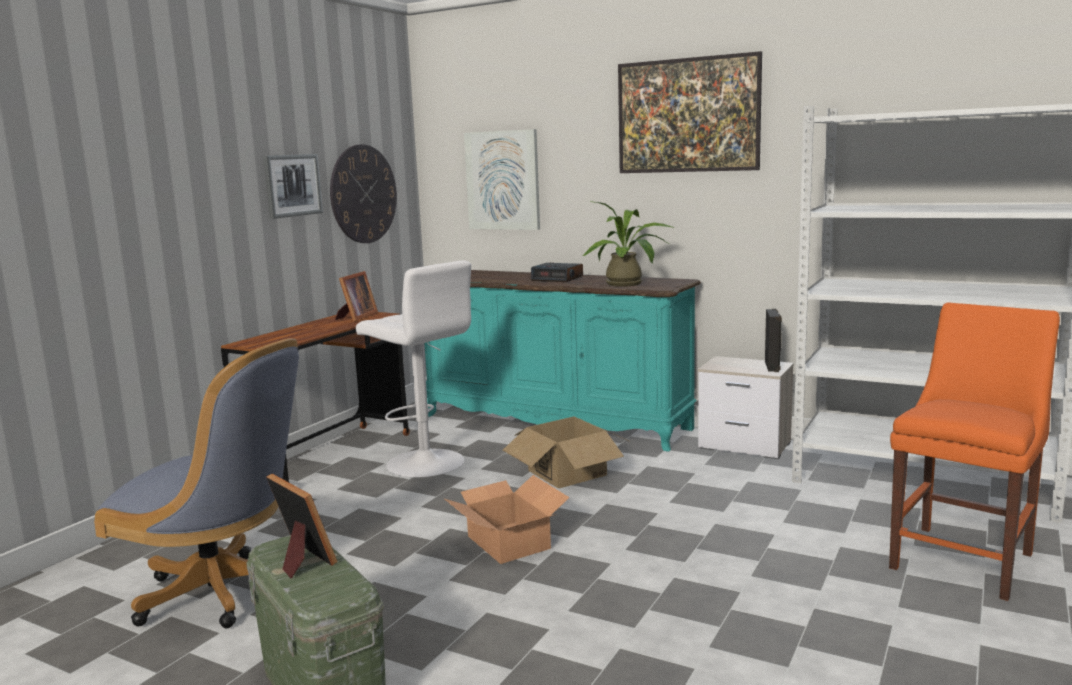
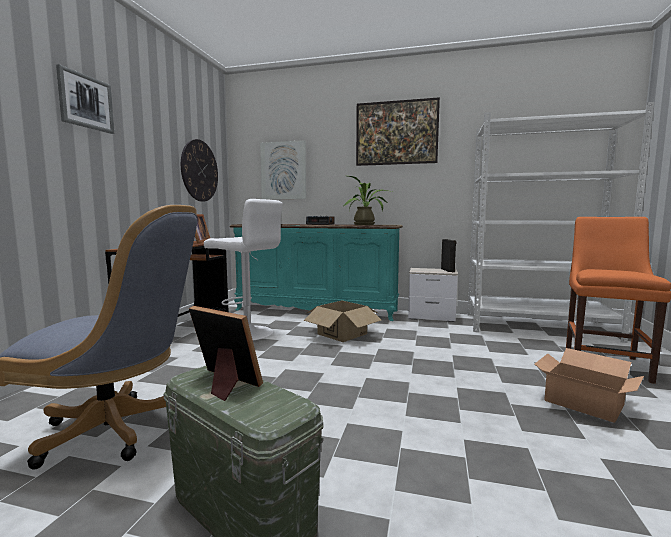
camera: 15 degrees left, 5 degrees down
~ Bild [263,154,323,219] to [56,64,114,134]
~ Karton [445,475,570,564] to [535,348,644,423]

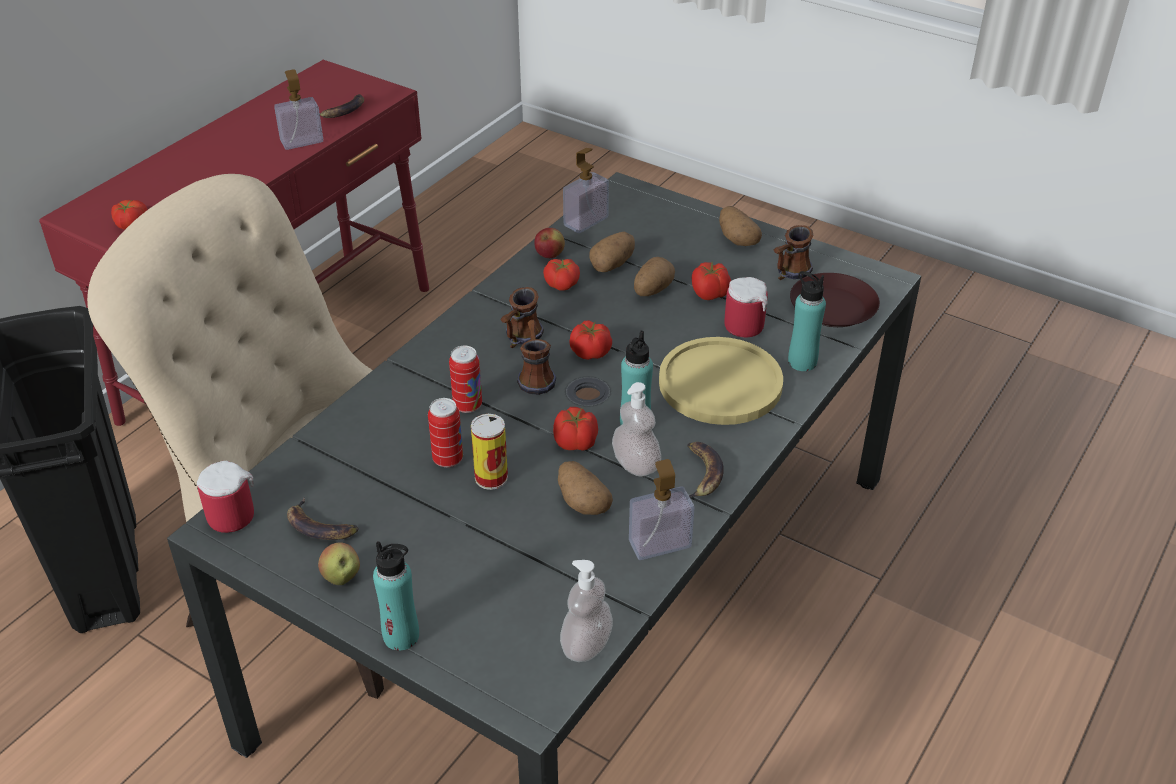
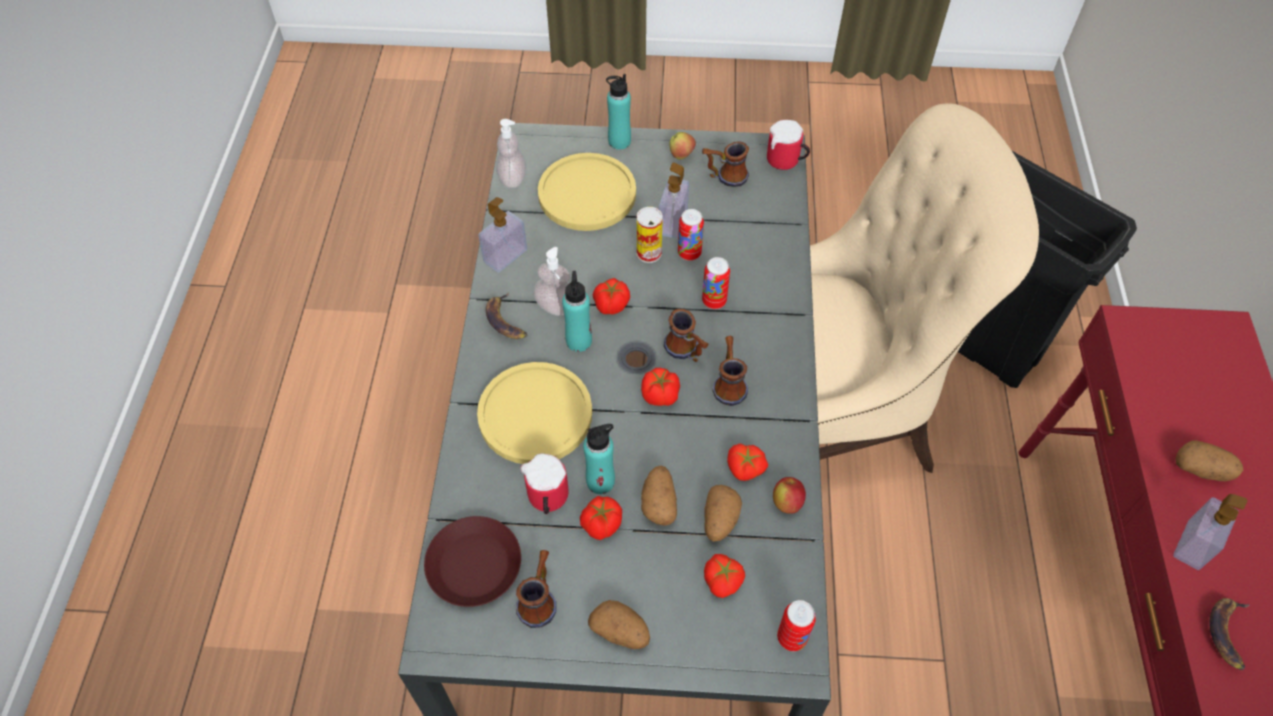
camera: 150 degrees right, 15 degrees up
+ Teller/gelb [538,153,636,231]
~ Flasche/türkis [788,271,826,371] to [583,424,615,494]
~ Seifenspender [563,148,609,233] to [659,162,689,239]
~ Banane [287,497,359,540] to Henkelbecher [702,141,749,187]
~ Tomate [111,200,147,230] to [704,554,745,598]
+ Dose [777,600,816,651]
~ Kartoffel [558,461,613,515] to [1176,440,1243,481]

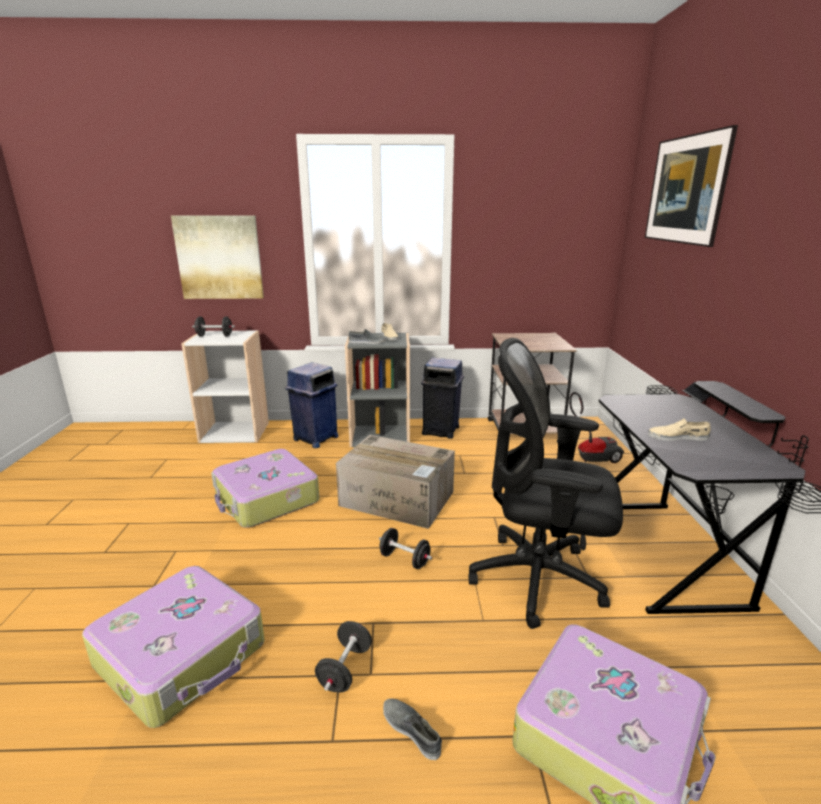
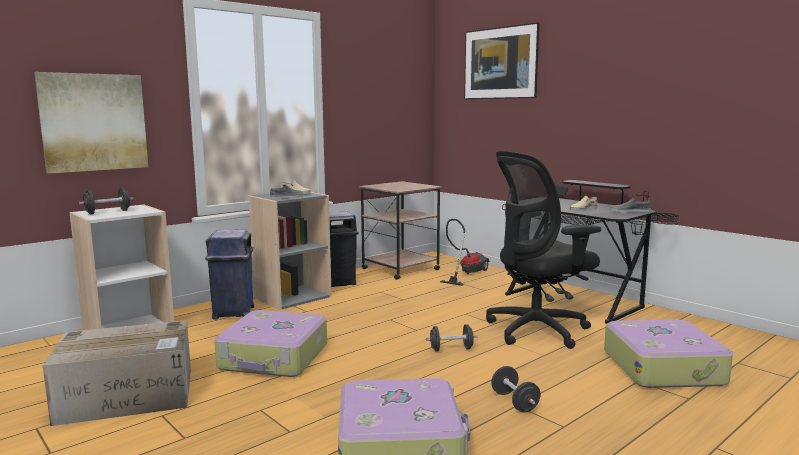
camera: 40 degrees left, 10 degrees down
~ Karton [336,435,455,529] to [43,320,191,426]
~ Schuh/grau [383,699,442,760] to [611,198,651,213]

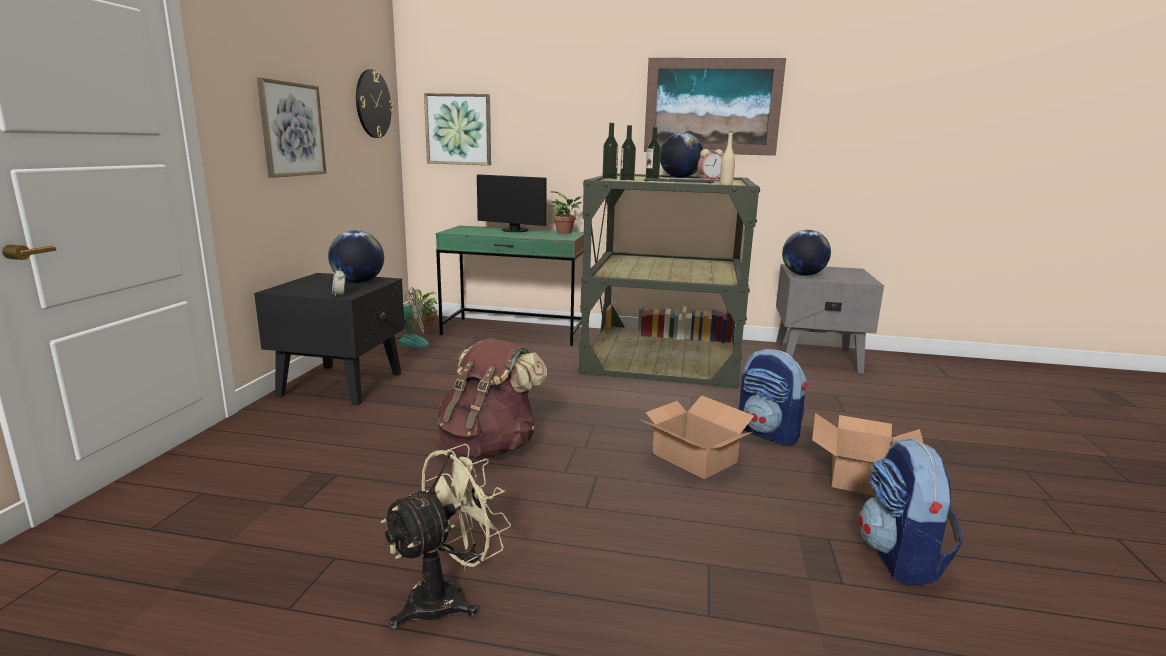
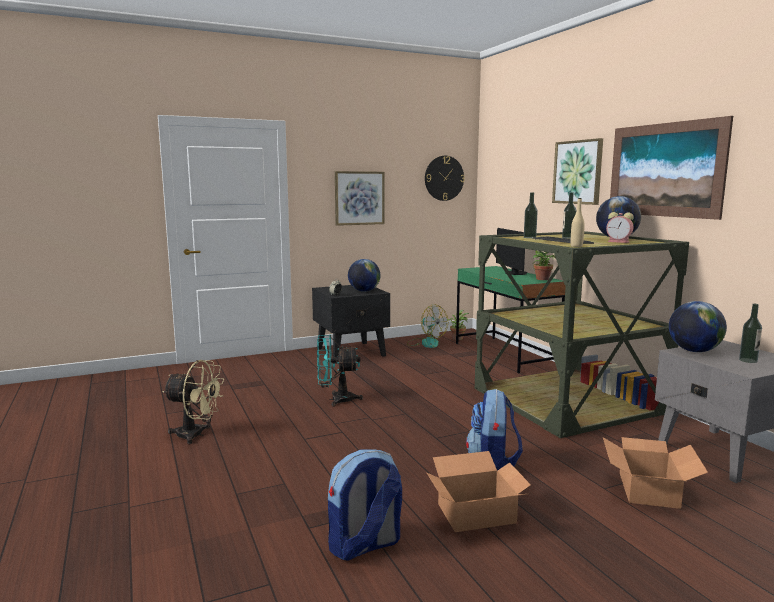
camera: 55 degrees right, 5 degrees down
~ Rucksack/braun [438,338,547,457] to Ventilator/türkis [317,334,363,407]
~ Bild [424,93,491,165] to [552,138,603,205]
~ Karton [641,395,754,479] to [603,437,708,509]
~ Flasche [602,123,618,180] to [739,304,762,363]

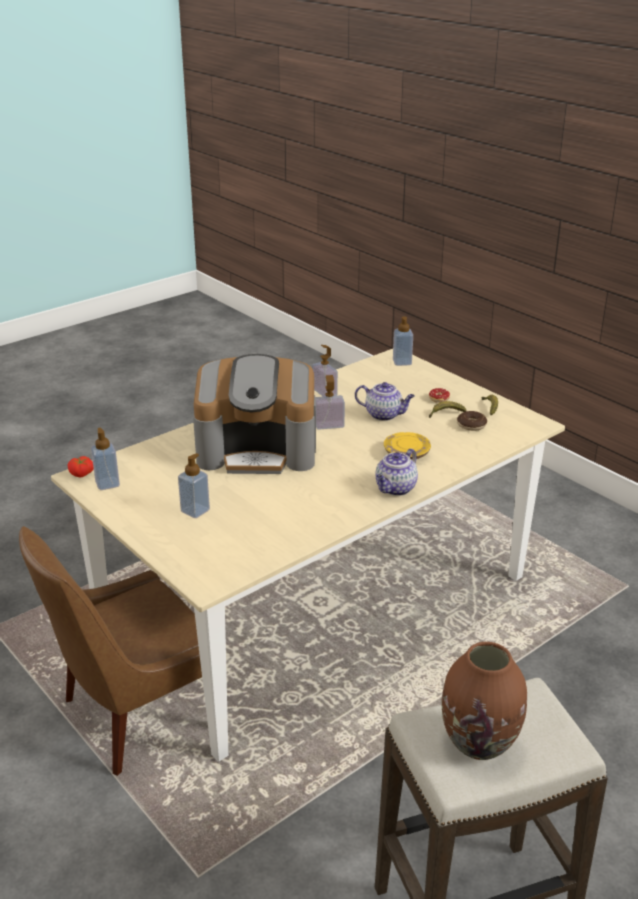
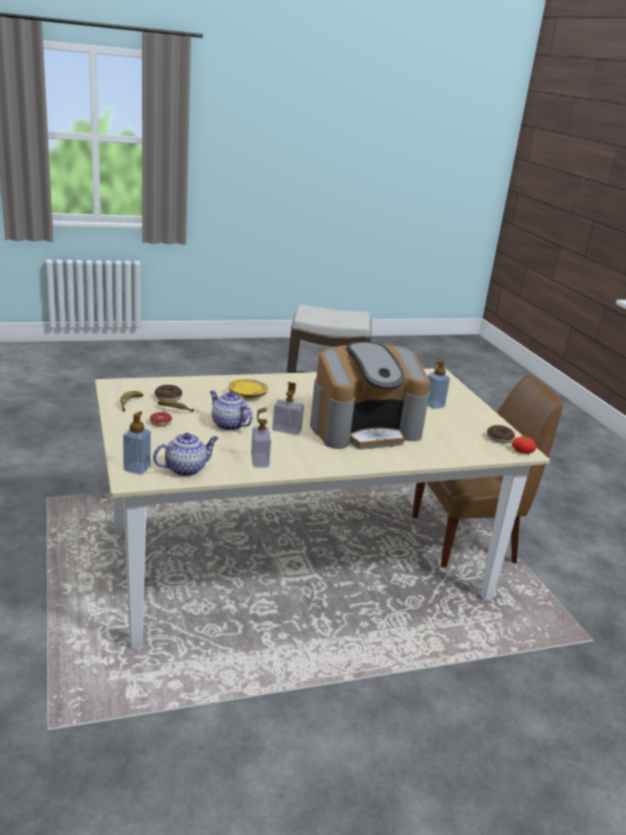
camera: 160 degrees left, 5 degrees down
~ Teekanne [376,448,418,496] to [153,433,218,476]
~ Kaffeemaschine [193,354,316,474] = [310,341,430,450] 135 degrees clockwise
~ Seifenspender [91,428,120,490] to Donut [487,425,515,443]
- Vase/braun [442,642,527,760]

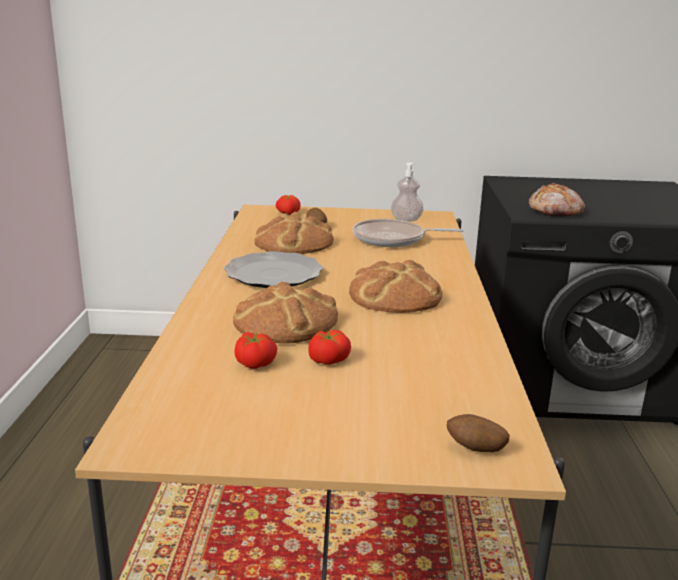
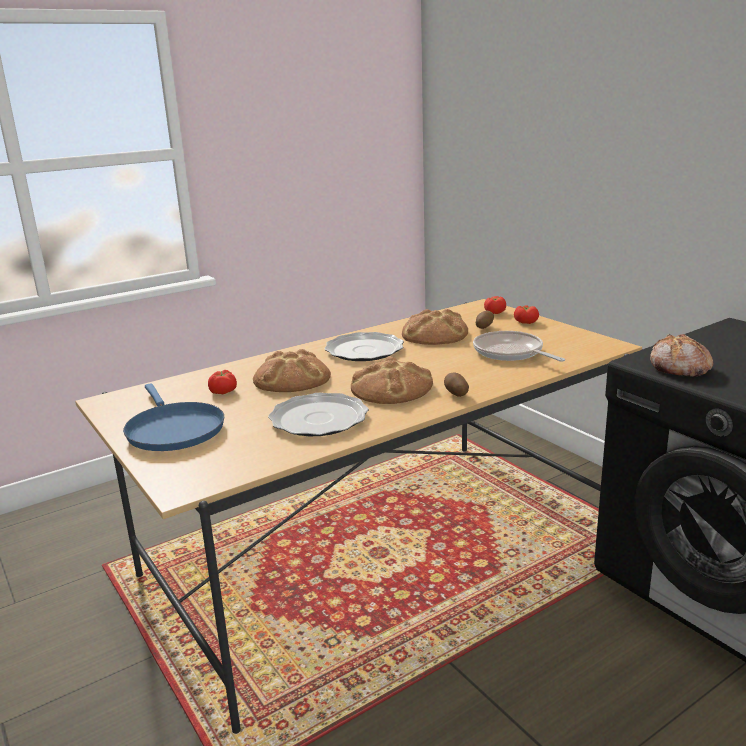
camera: 55 degrees right, 0 degrees up
+ Pfanne/blau [123,383,224,451]
+ Teller [268,393,369,436]
~ Kartoffel [447,414,510,452] to [444,373,469,397]
~ Tomate [308,330,351,365] to [514,305,539,324]
- Seifenspender [391,163,423,222]

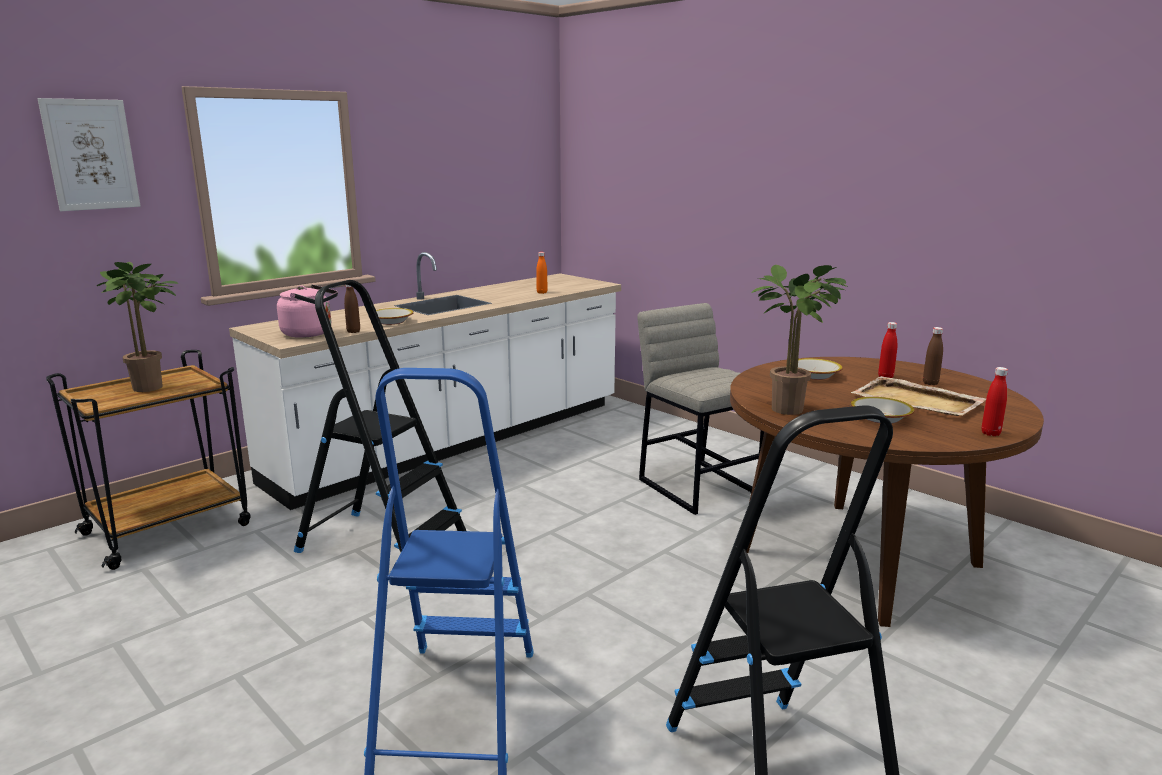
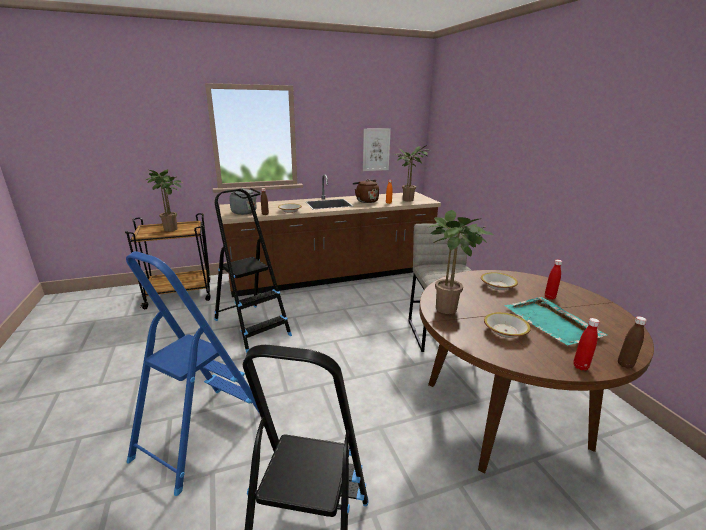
camera: 25 degrees right, 5 degrees up
~ Küchenzeile/weiß [229,252,621,510] to Küchenzeile/braun [219,174,441,297]
~ Wasserkessel/rosa [277,285,338,338] to Wasserkessel/grau [229,188,261,215]
+ Wasserkessel/braun [353,179,379,203]
~ Bild [37,98,141,211] to [363,128,391,171]
+ Topfpflanze [394,145,431,202]
~ Tablett/beige [851,376,986,416] to Tablett/türkis [504,297,607,346]
~ Flasche/braun [923,327,943,385] to [618,316,647,369]

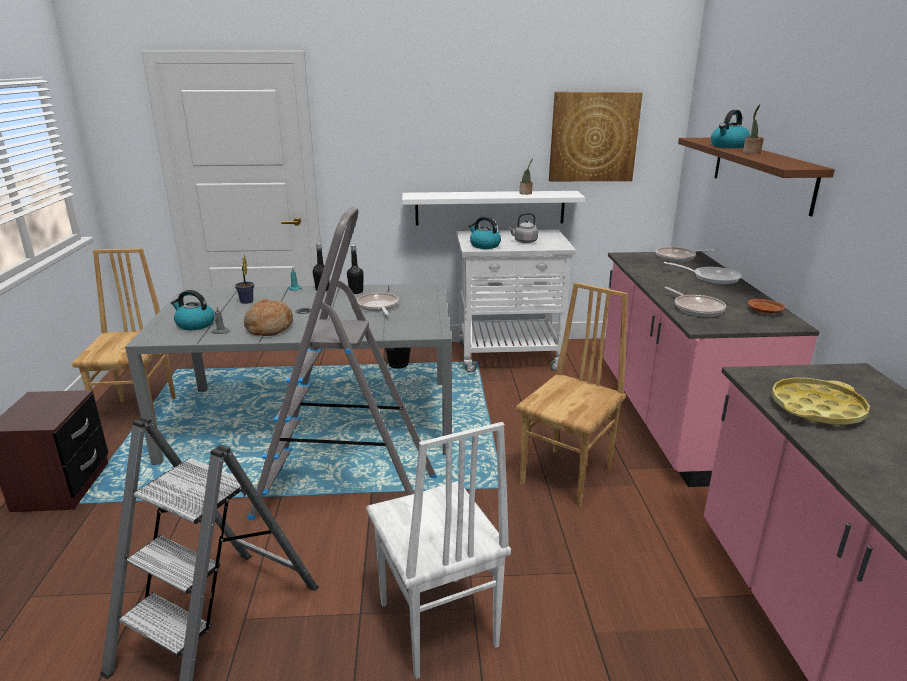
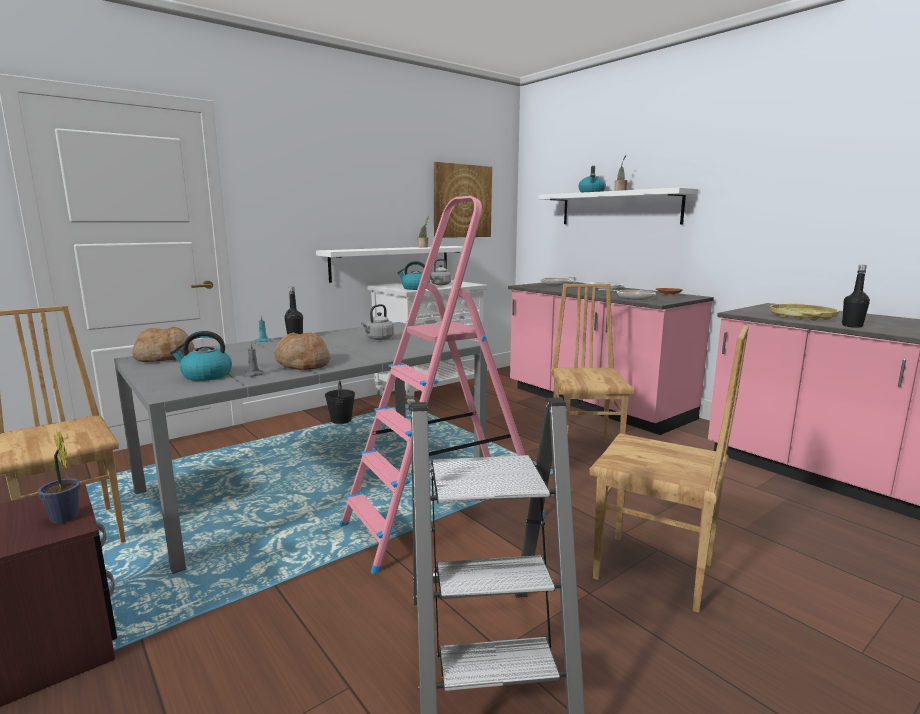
camera: 35 degrees left, 10 degrees down
~ Topfpflanze [235,255,254,304] to [37,430,80,524]
+ Brot [132,326,195,362]
~ Trittleiter/grau [248,206,437,520] to Trittleiter/rosa [340,196,546,574]
~ Pfanne [357,293,399,315] to Wasserkessel/grau [361,304,394,340]
~ Wandregal/braun [678,138,835,216] to Wandregal/weiß [538,188,698,225]
~ Stuhl/weiß [366,422,511,679] to Stuhl/braun [589,325,749,613]
~ Flasche/schwarz [347,245,364,294] to [842,265,870,328]

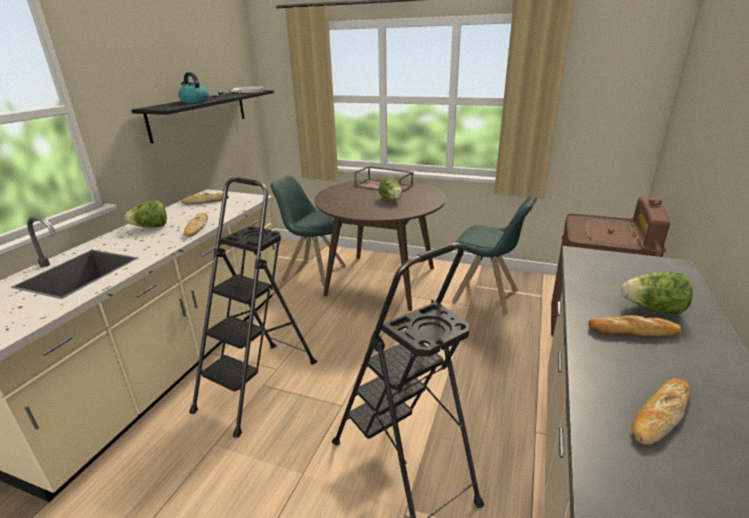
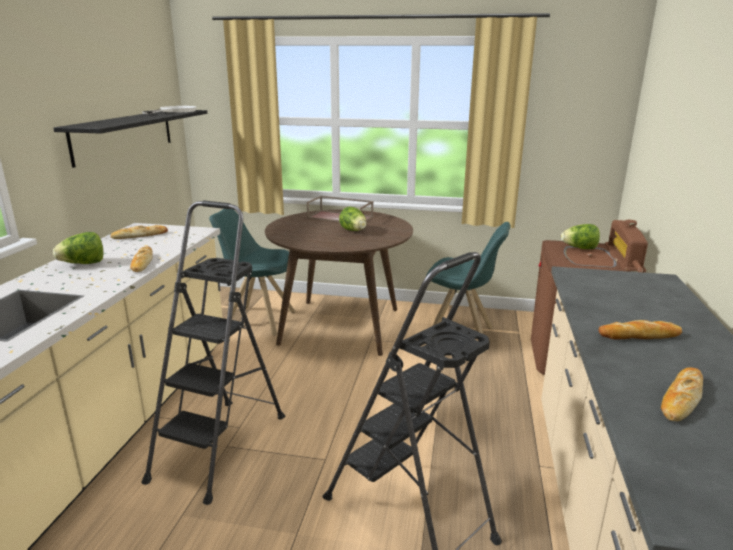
camera: 10 degrees left, 5 degrees down
~ Salatkopf [621,272,693,314] to [561,224,600,249]
- Wasserkessel [178,72,209,103]

